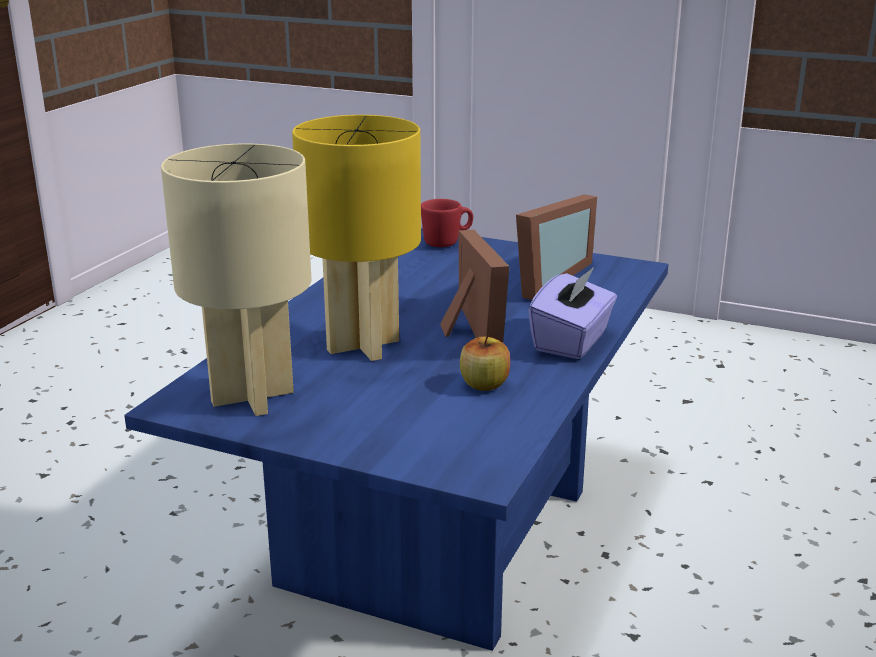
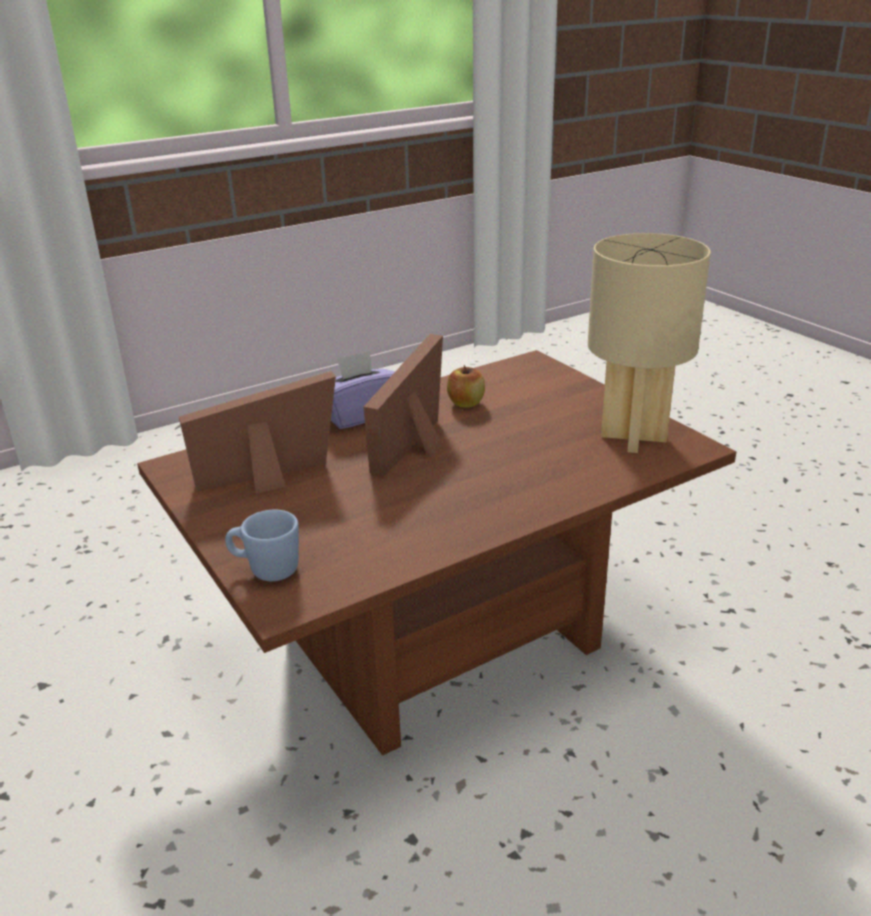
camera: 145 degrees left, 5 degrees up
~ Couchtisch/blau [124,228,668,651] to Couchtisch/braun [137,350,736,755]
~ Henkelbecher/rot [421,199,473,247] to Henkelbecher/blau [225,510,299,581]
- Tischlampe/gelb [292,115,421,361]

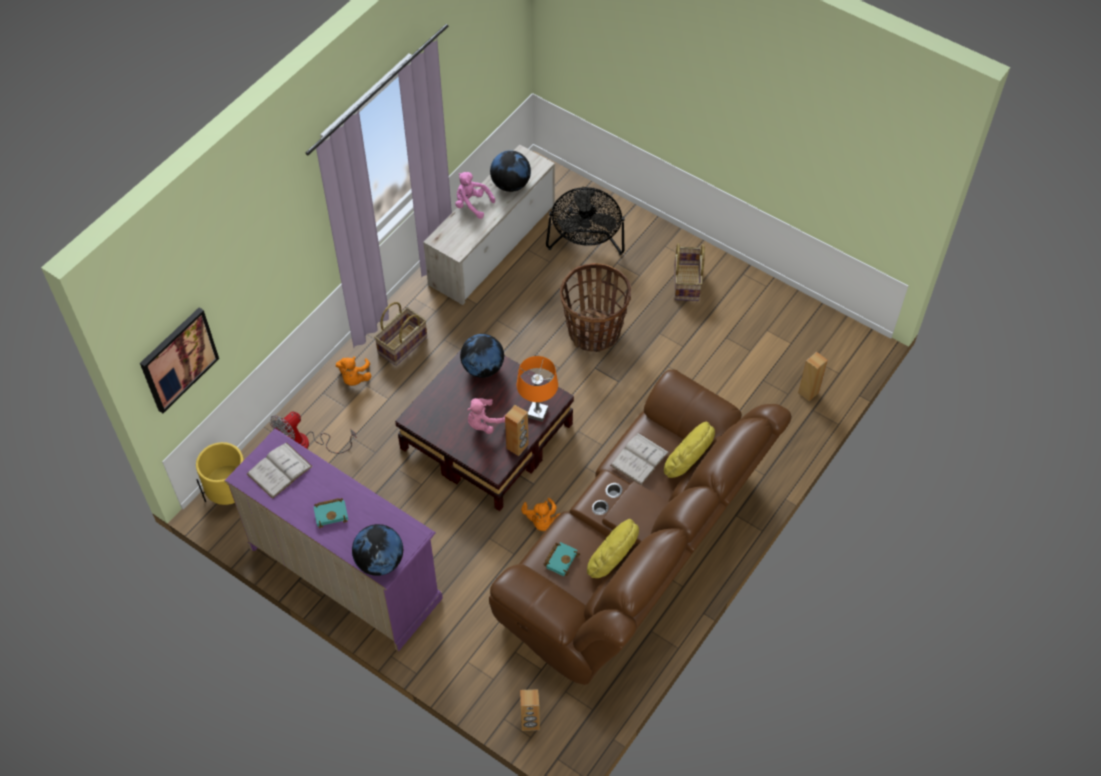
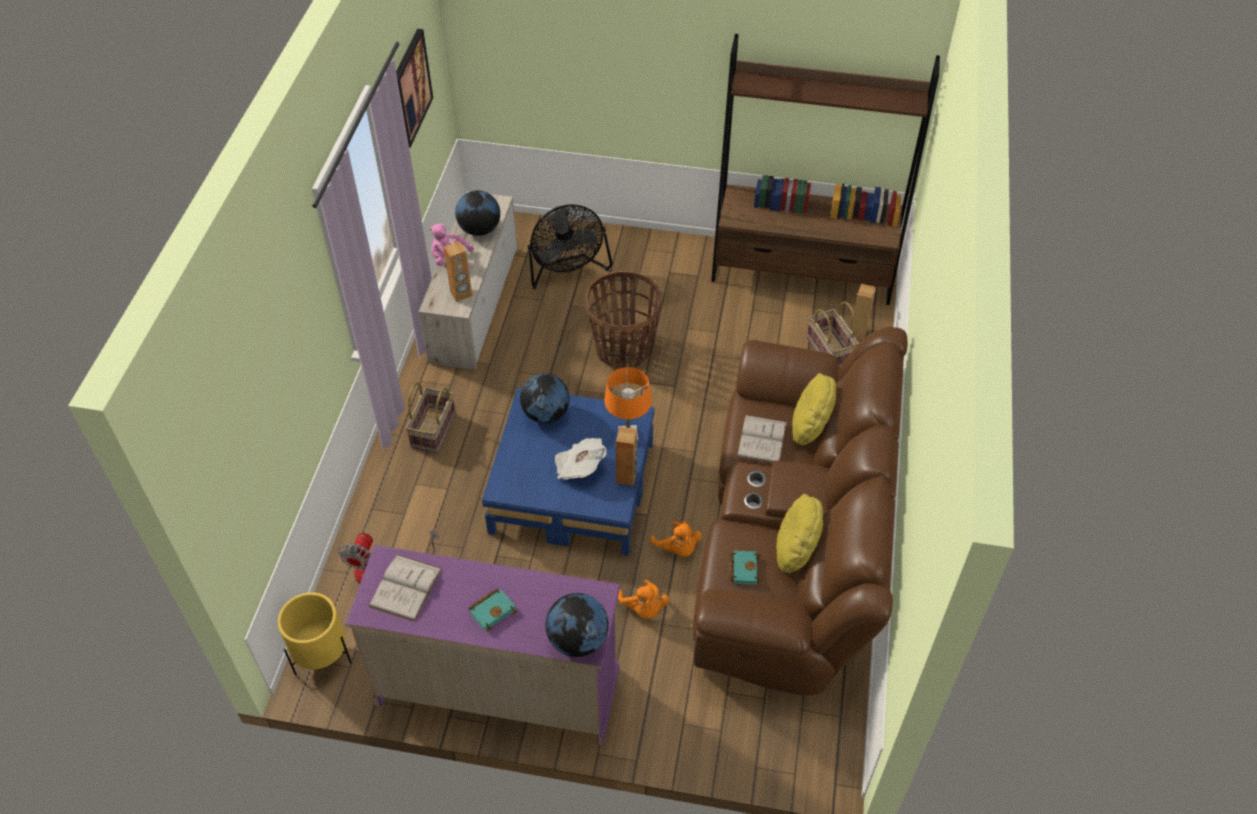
camera: 25 degrees left, 5 degrees down
~ Bild [140,308,219,413] to [396,29,433,148]
~ Lautsprecher/braun [520,689,540,731] to [443,241,472,302]
~ Couchtisch/braun [395,350,574,511] to Couchtisch/blau [482,387,655,556]
~ Plüschtier/rosa [467,398,506,434] to Zeitung [555,438,606,479]
~ Plüschtier/orange [336,357,371,386] to [618,580,669,619]
+ Bücherregal/braun [711,34,940,305]
~ Korb [674,243,705,301] to [807,302,859,367]

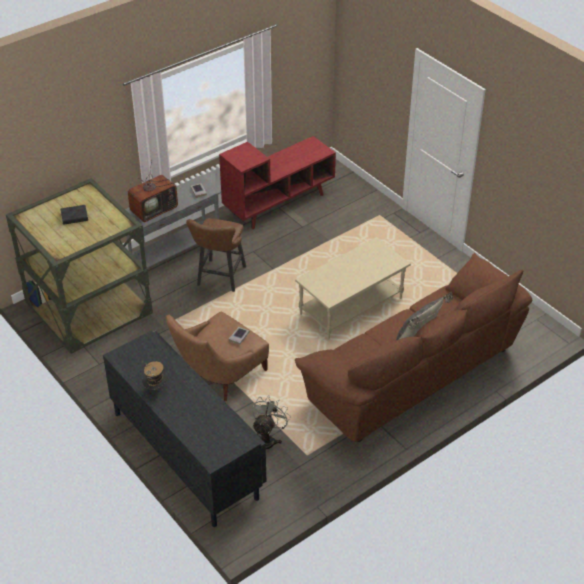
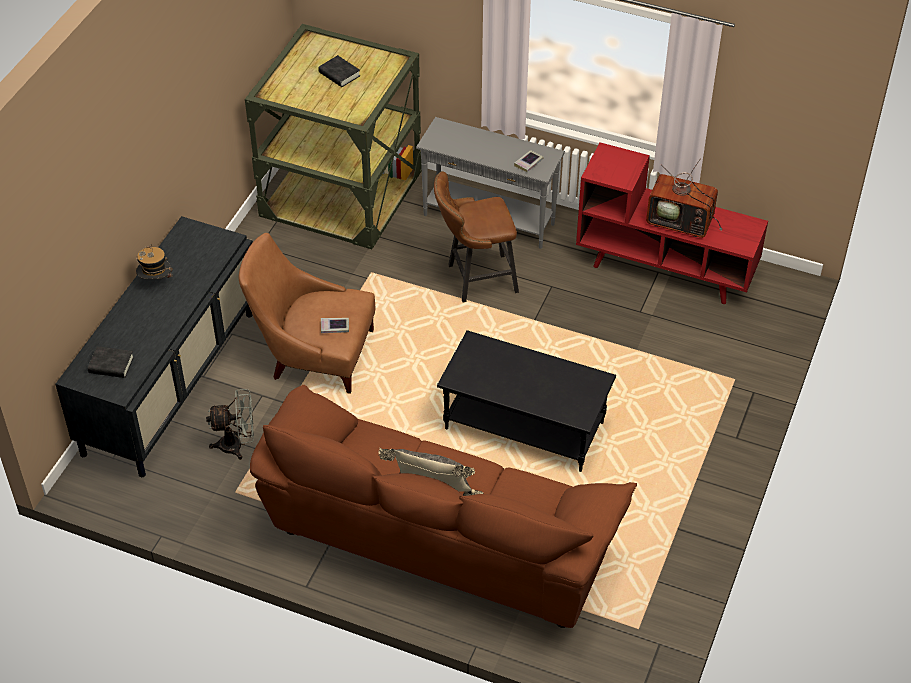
camera: 60 degrees right, 5 degrees up
+ Buch/schwarz [88,346,134,378]
~ Couchtisch/beige [295,237,411,339] to Couchtisch/schwarz [437,330,616,472]
~ Fernseher [128,160,178,222] to [646,158,722,238]

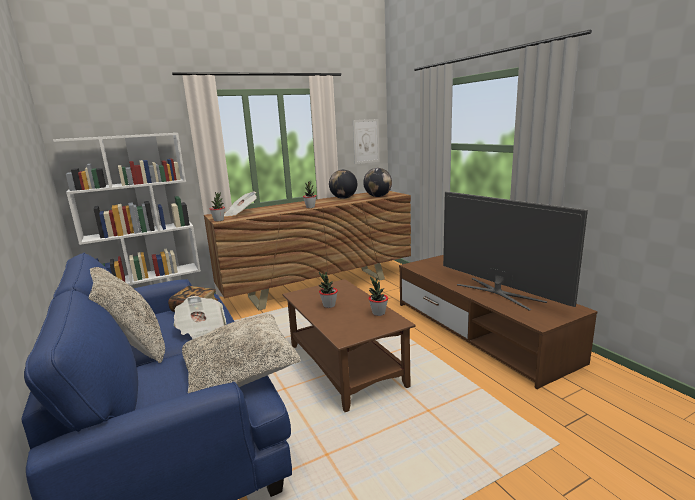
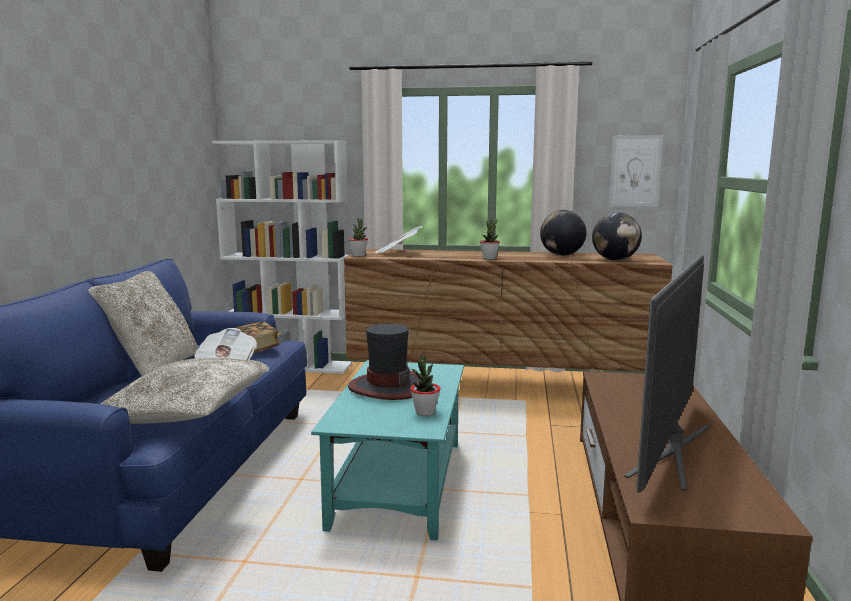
camera: 35 degrees right, 5 degrees down
~ Couchtisch/braun [283,279,415,412] to Couchtisch/türkis [311,361,464,540]
~ Topfpflanze [319,272,338,308] to Hut [348,324,420,400]
~ Fernseher [443,191,588,311] = [624,255,709,492] 150 degrees counterclockwise

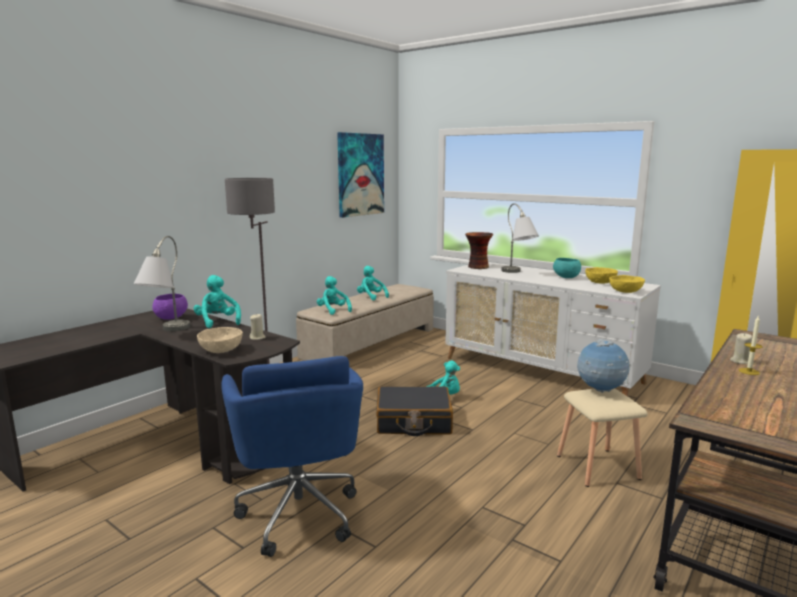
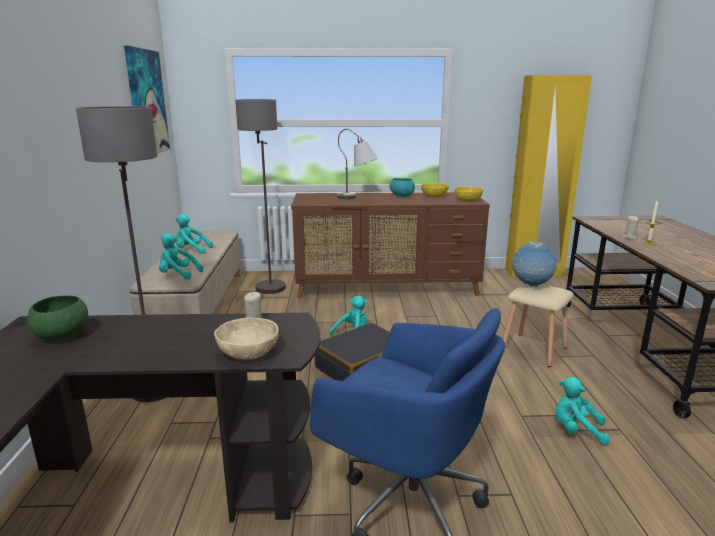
camera: 40 degrees left, 5 degrees up
~ Schüssel/lila [152,294,188,320] to Schüssel/grün [27,296,88,341]
+ Stehlampe/grau [235,99,286,294]
~ Kommode/weiß [445,263,661,396] to Kommode/braun [291,192,490,298]
~ Plüschtier/türkis [194,275,241,328] to [555,377,610,445]
- Tischlampe/grau [134,236,190,331]
- Vase [465,232,493,269]

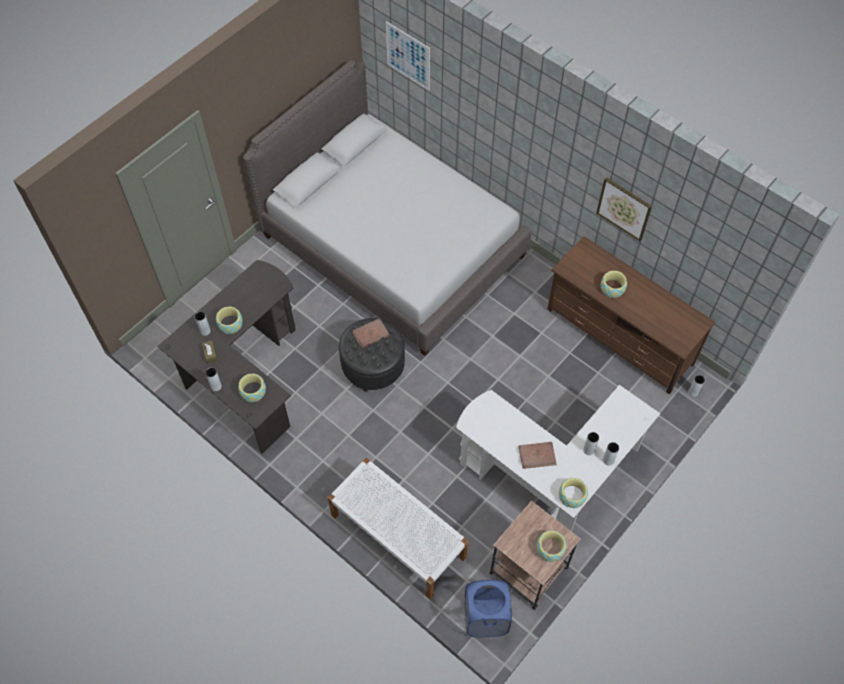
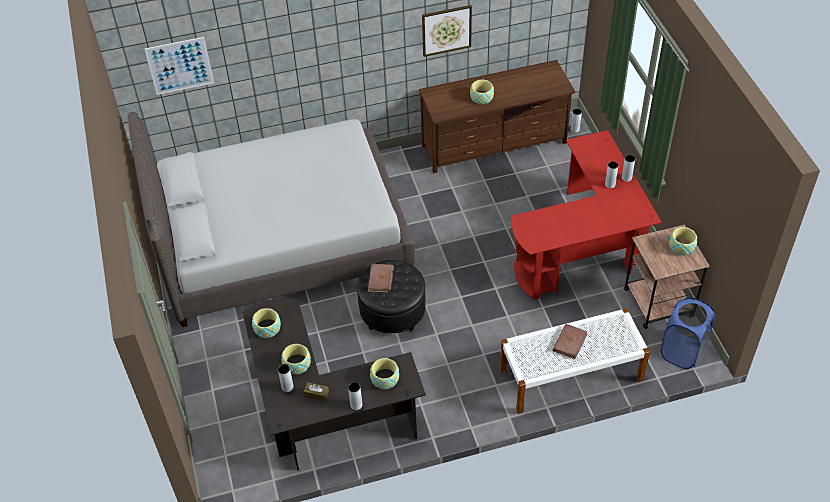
camera: 55 degrees left, 10 degrees down
~ Schüssel [559,478,588,508] to [252,308,281,338]
~ Schreibtisch/weiß [456,385,660,531] to Schreibtisch/rot [511,130,662,300]
~ Buch/braun [519,442,557,469] to [553,324,587,359]

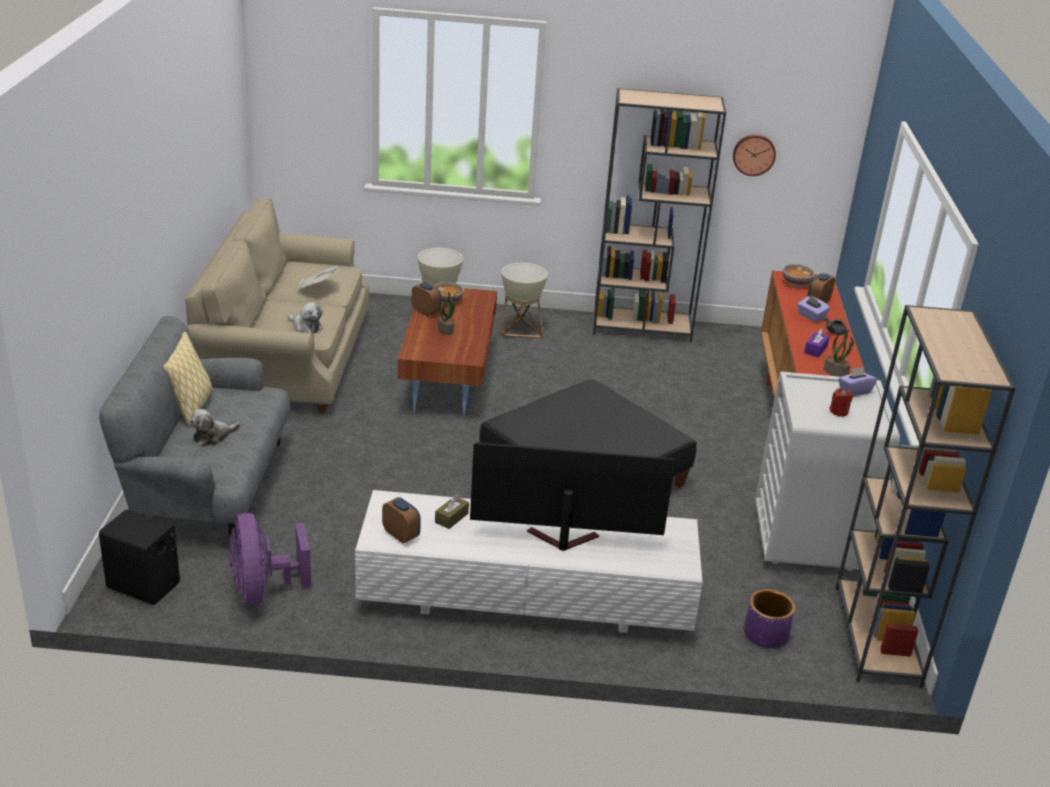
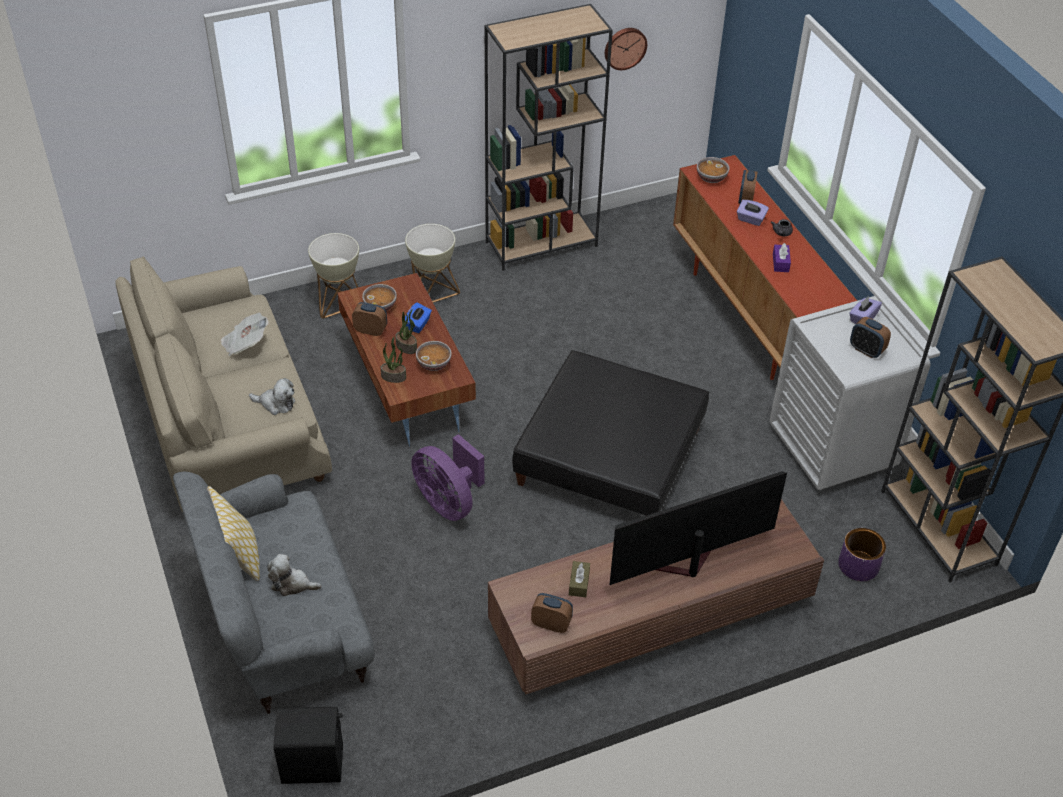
camera: 25 degrees left, 15 degrees up
~ Plüschtier [190,409,240,446] = [267,554,322,596] 75 degrees clockwise
~ Topfpflanze [824,329,854,377] to [381,337,406,383]
+ Taschentuchbox/blau [405,303,432,333]
~ Ventilator/lila [229,513,311,605] to [411,434,484,521]
+ Schüssel [416,341,452,371]
~ Fernsehschrank/weiß [355,490,703,633] to Fernsehschrank/braun [488,499,824,695]
~ Kerze/rot [830,389,853,417] to Wecker [850,317,891,358]

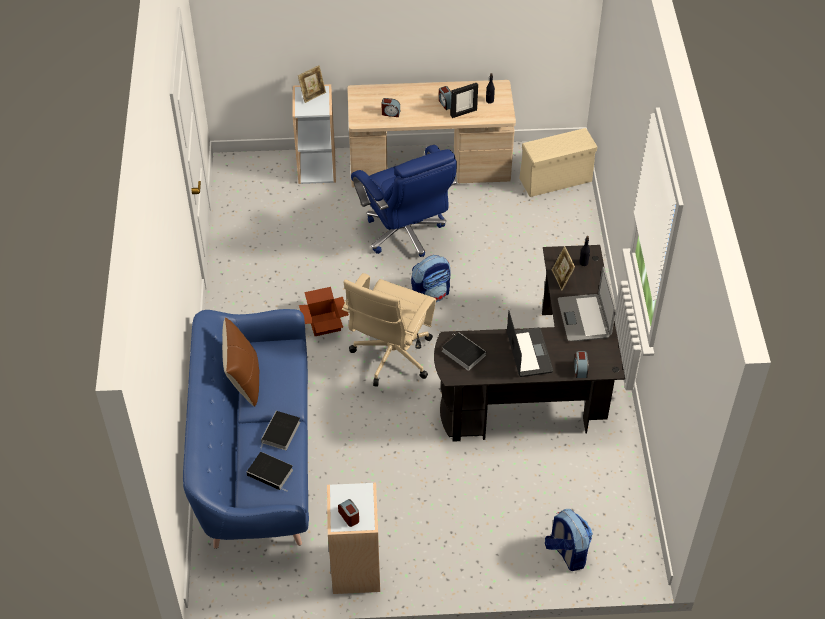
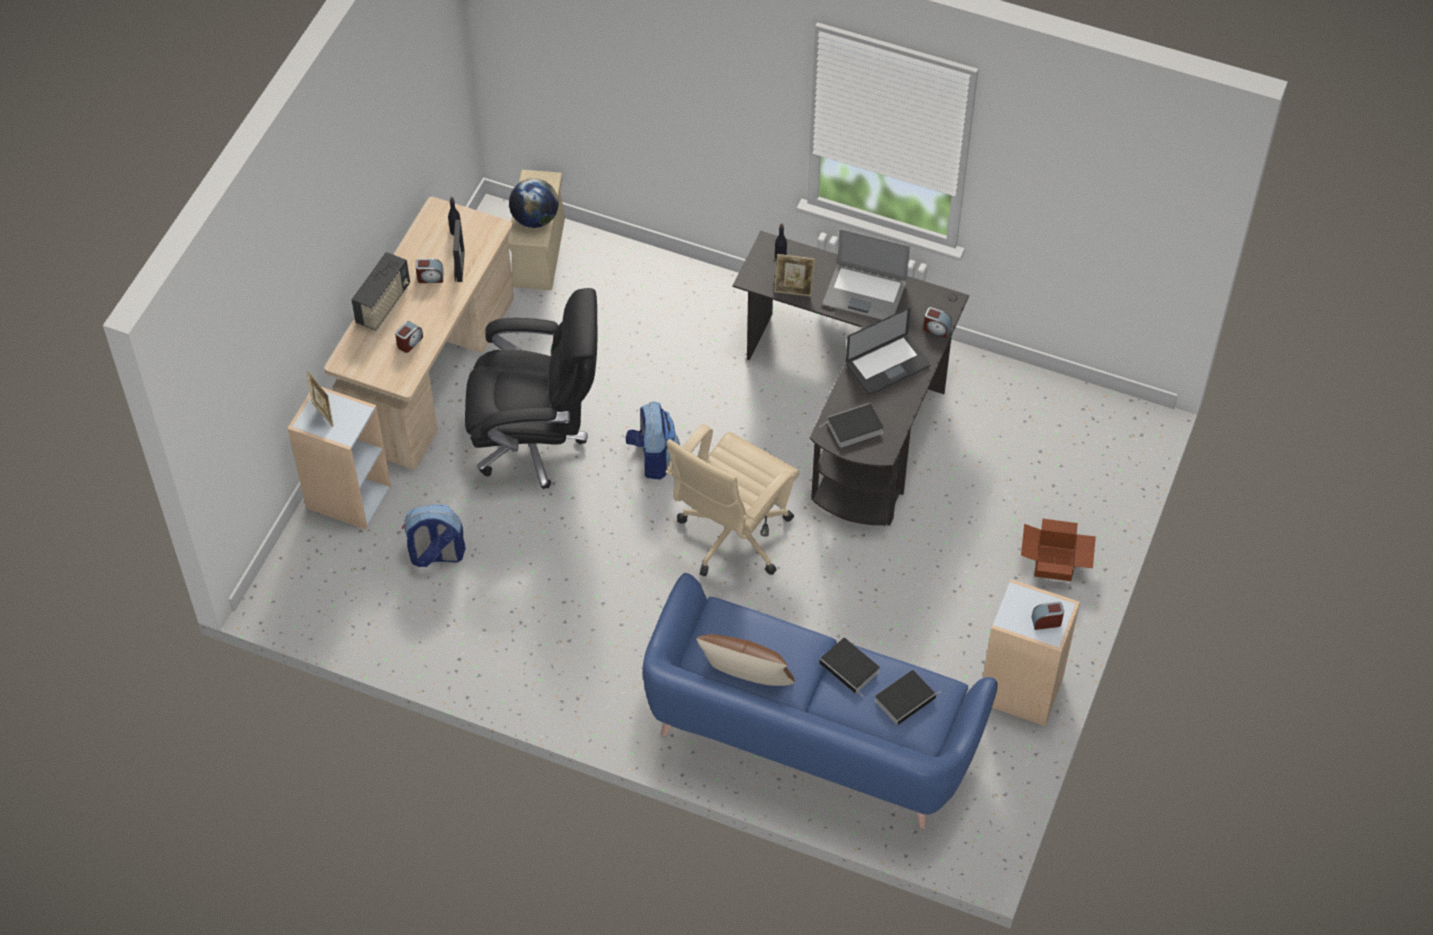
camera: 65 degrees left, 5 degrees up
+ Radio [351,252,410,331]
~ Rucksack [545,509,593,571] to [402,504,466,567]
~ Bürostuhl/blau [351,145,457,257] to Bürostuhl/schwarz [465,288,597,489]
+ Globus [509,178,559,228]
~ Bürostuhl/beige [342,273,436,387] = [665,424,799,576] 75 degrees clockwise
~ Laptop [507,311,553,377] = [846,307,931,395] 135 degrees clockwise
~ Karton [299,287,349,336] to [1021,519,1096,581]

